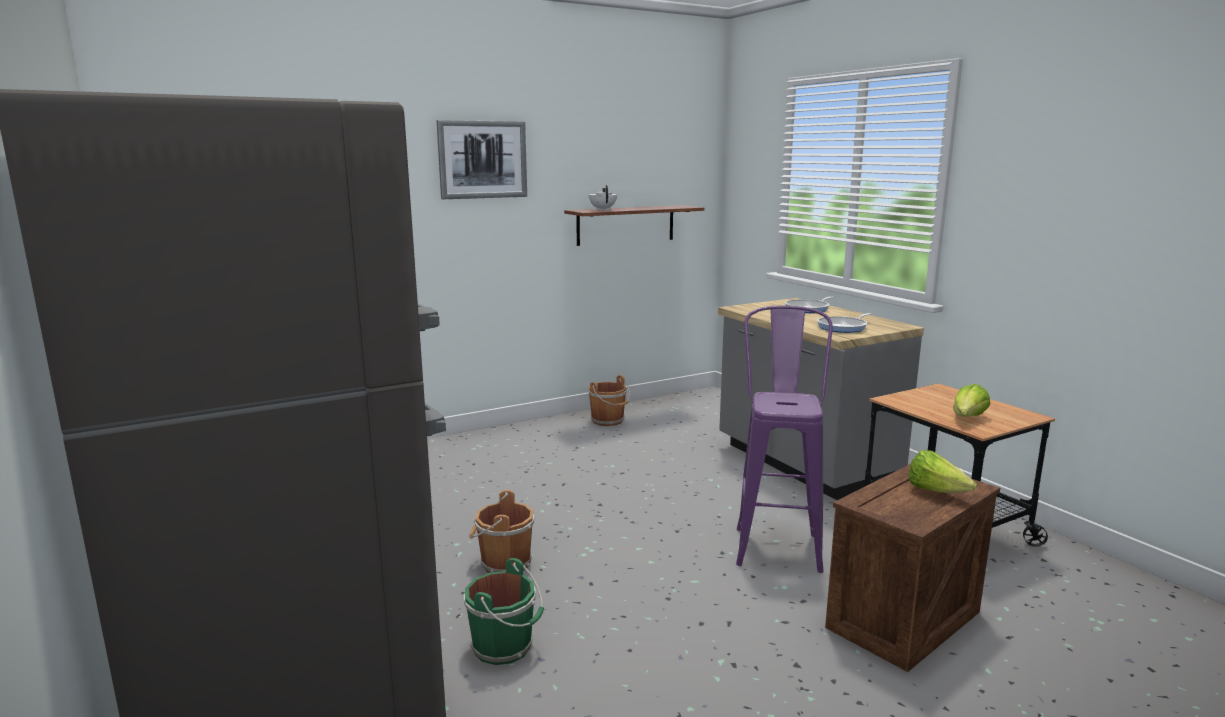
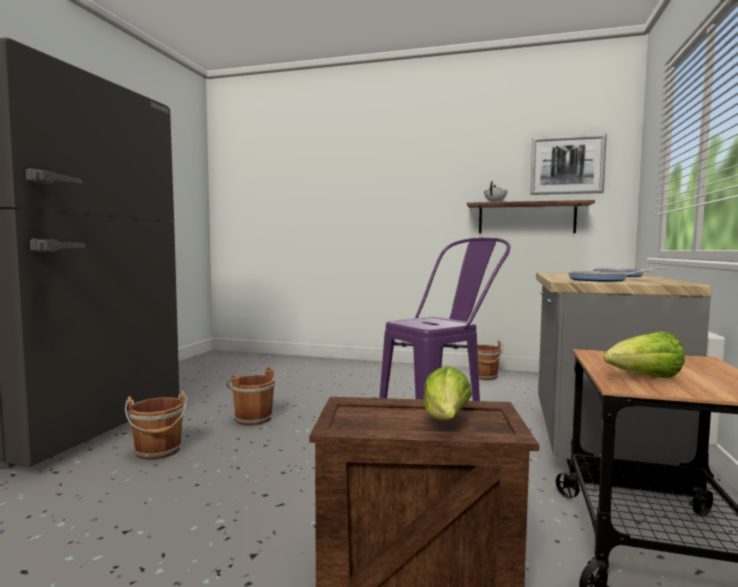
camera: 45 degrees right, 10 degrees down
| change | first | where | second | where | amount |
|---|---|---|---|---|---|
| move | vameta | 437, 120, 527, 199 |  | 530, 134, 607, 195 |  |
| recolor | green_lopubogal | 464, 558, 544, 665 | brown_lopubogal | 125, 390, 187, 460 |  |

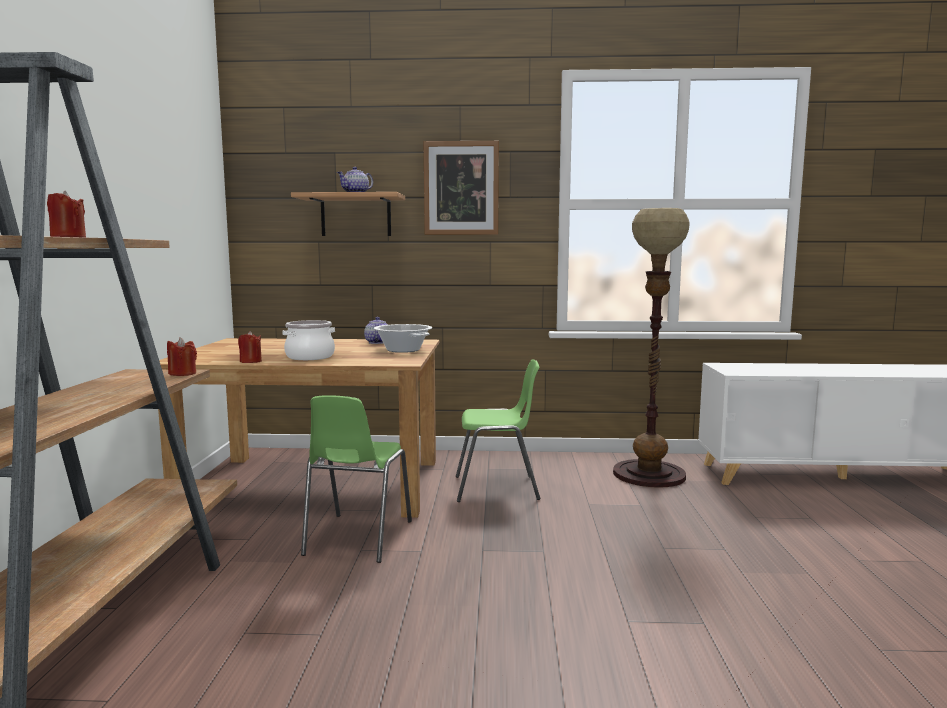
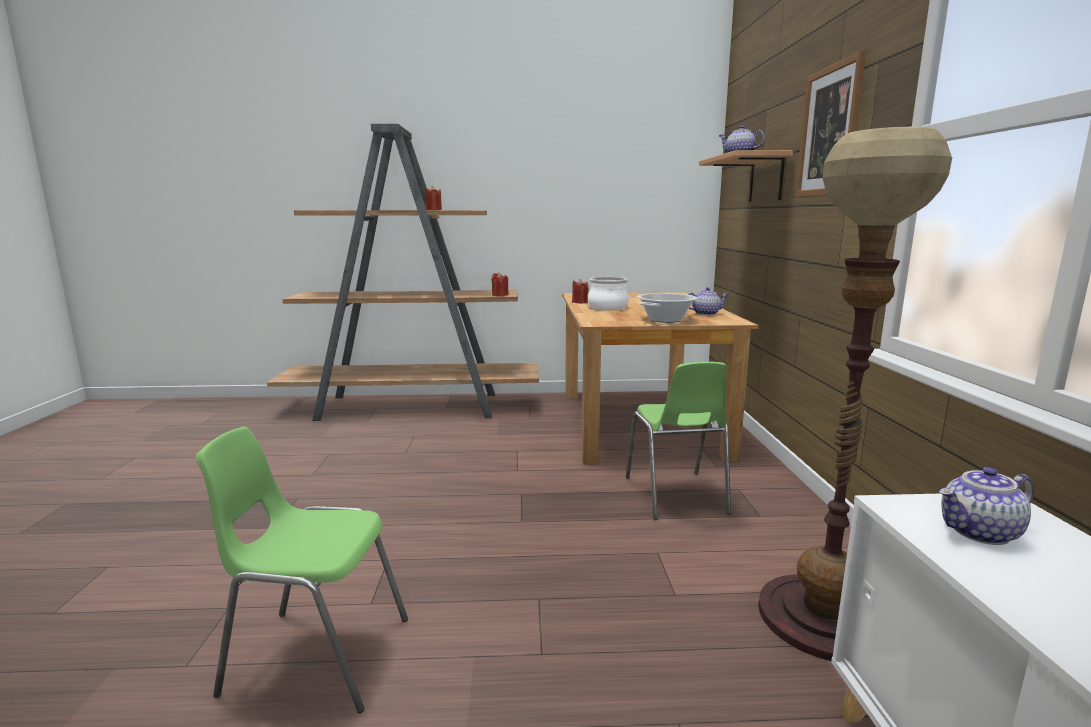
camera: 85 degrees right, 5 degrees up
| change | first | where | second | where | amount |
|---|---|---|---|---|---|
| insert |  |  | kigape | 939, 467, 1034, 545 |  |
| move | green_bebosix | 301, 395, 412, 563 |  | 196, 427, 408, 713 |  |

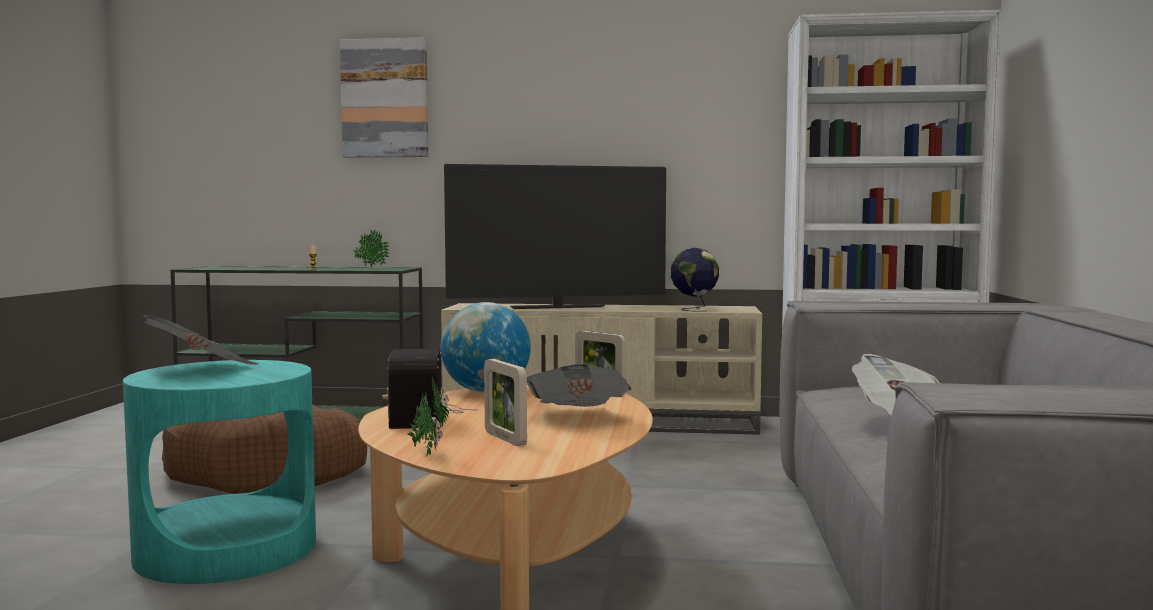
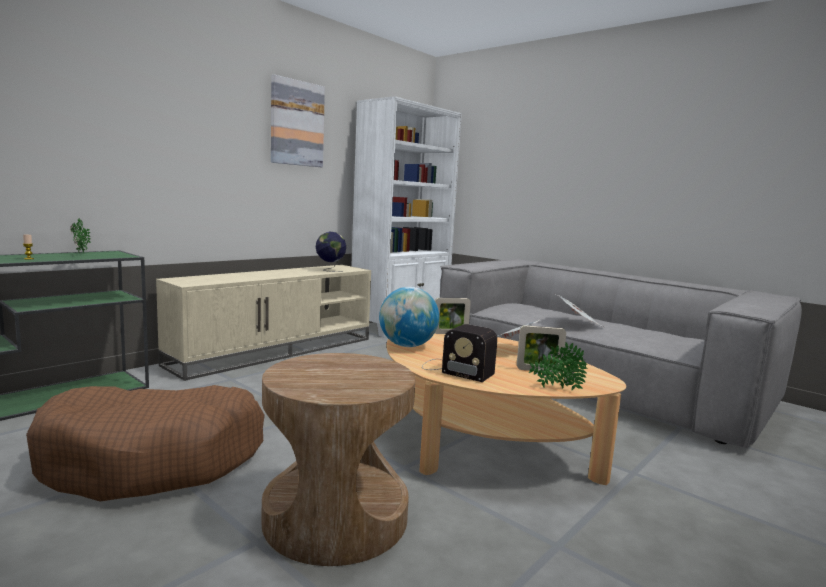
camera: 55 degrees left, 5 degrees up
| change | first | where | second | where | amount |
|---|---|---|---|---|---|
| delete | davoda | 143, 315, 259, 365 |  |  |  |
| delete | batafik | 444, 164, 666, 309 |  |  |  |
| move | vameta | 340, 37, 428, 158 |  | 271, 75, 325, 167 |  |
| recolor | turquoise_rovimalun | 123, 360, 316, 584 | brown_rovimalun | 262, 353, 415, 566 |  |

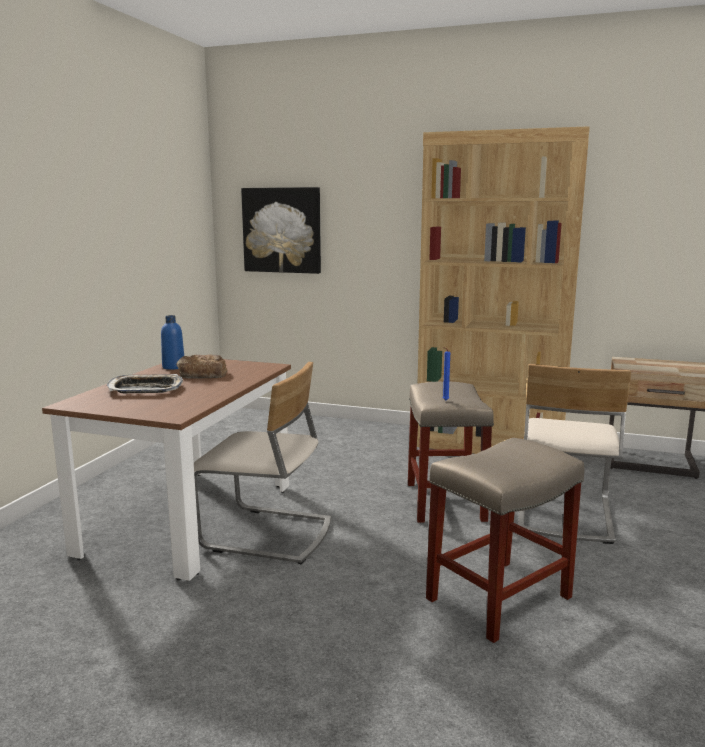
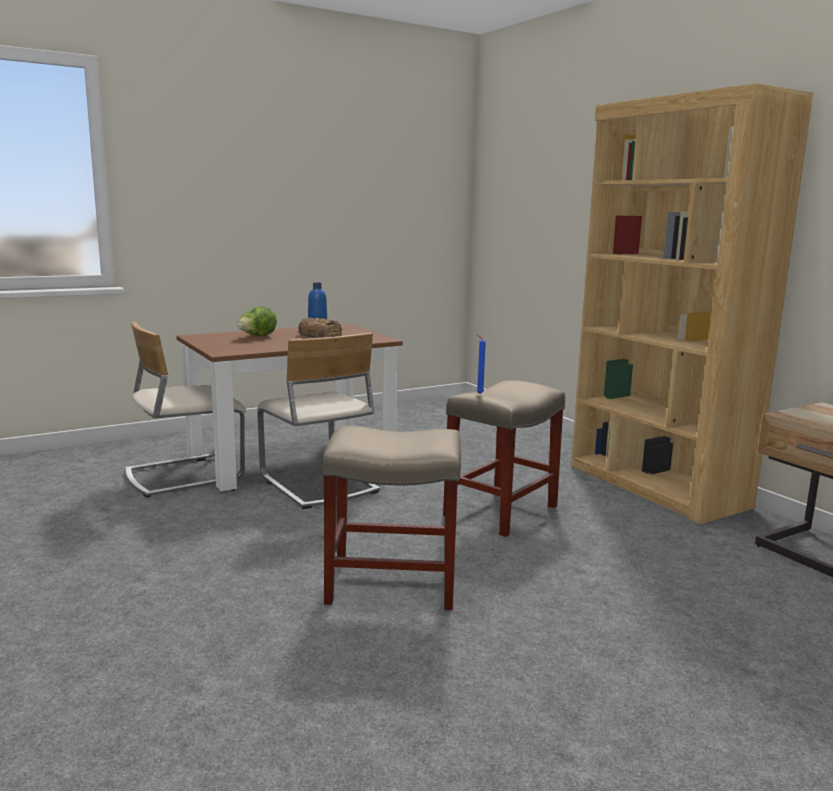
camera: 40 degrees right, 0 degrees up
| change | first | where | second | where | amount |
|---|---|---|---|---|---|
| delete | vameta | 241, 187, 321, 274 |  |  |  |
| move | beige_bebosix | 518, 364, 631, 544 |  | 126, 322, 246, 498 |  |
| replace | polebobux | 106, 374, 183, 393 | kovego | 237, 306, 277, 337 |  |

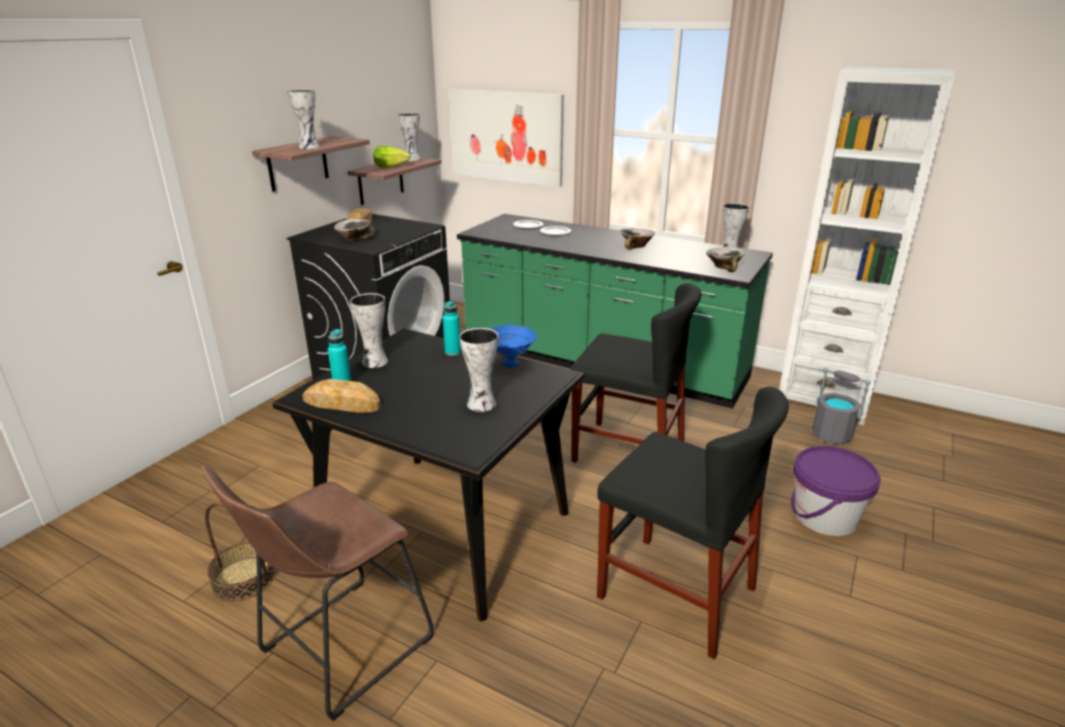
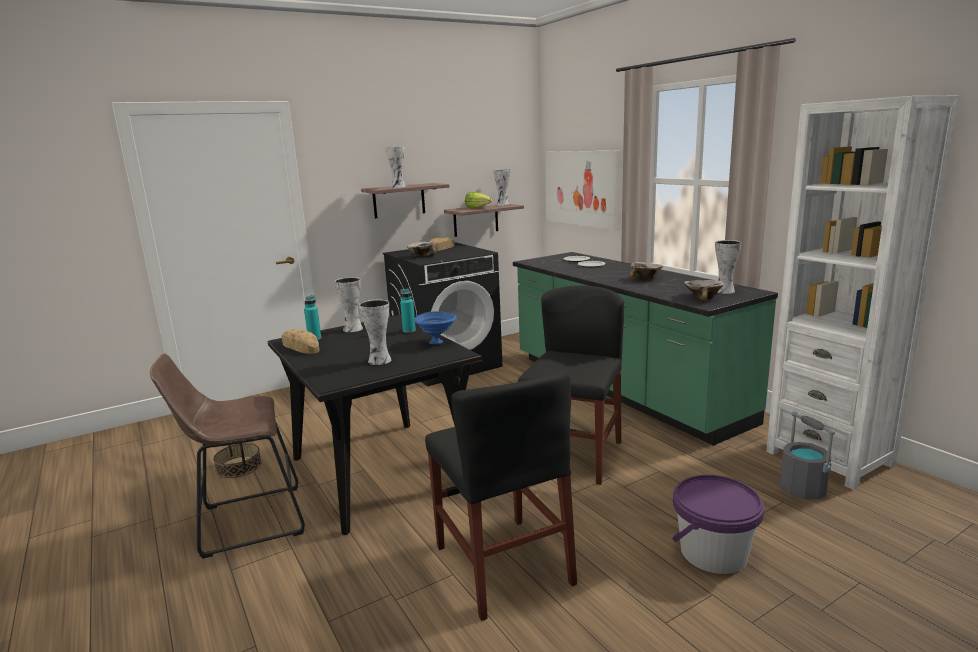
camera: 30 degrees right, 10 degrees down
| change | first | where | second | where | amount |
|---|---|---|---|---|---|
| rotate | black_bebosix | 570, 283, 701, 463 |  | 518, 285, 624, 485 | 120 degrees counterclockwise |

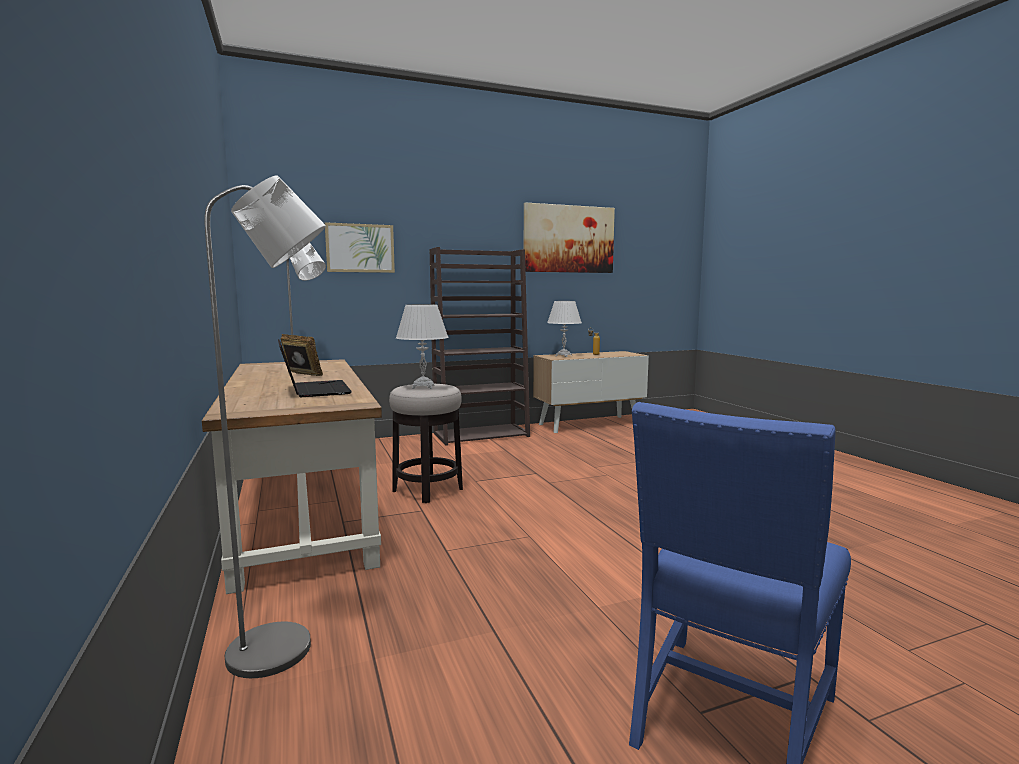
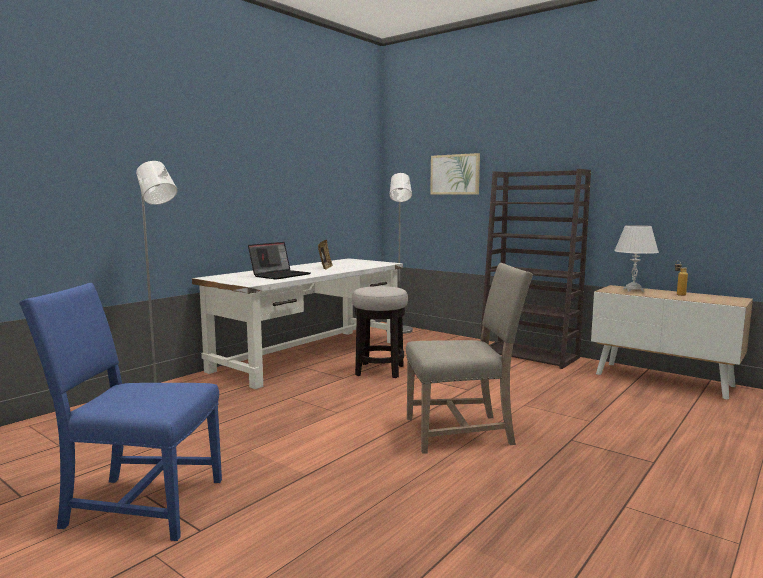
camera: 60 degrees right, 0 degrees up
| change | first | where | second | where | amount |
|---|---|---|---|---|---|
| delete | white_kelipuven | 396, 304, 449, 389 |  |  |  |
| delete | vameta | 524, 202, 615, 273 |  |  |  |
| insert |  |  | beige_bebosix | 406, 263, 533, 454 |  |
| recolor | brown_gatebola | 202, 359, 382, 594 | white_gatebola | 192, 258, 403, 389 |  |

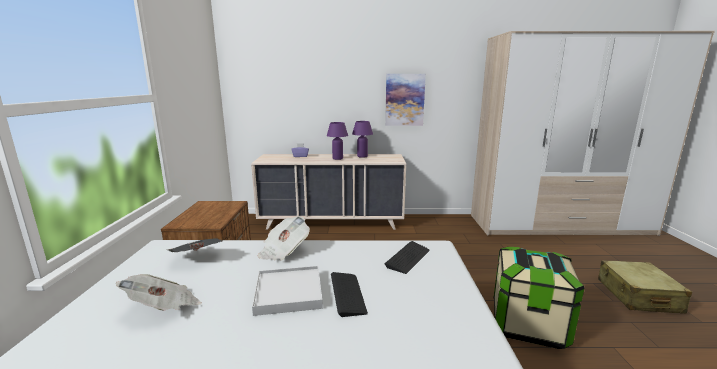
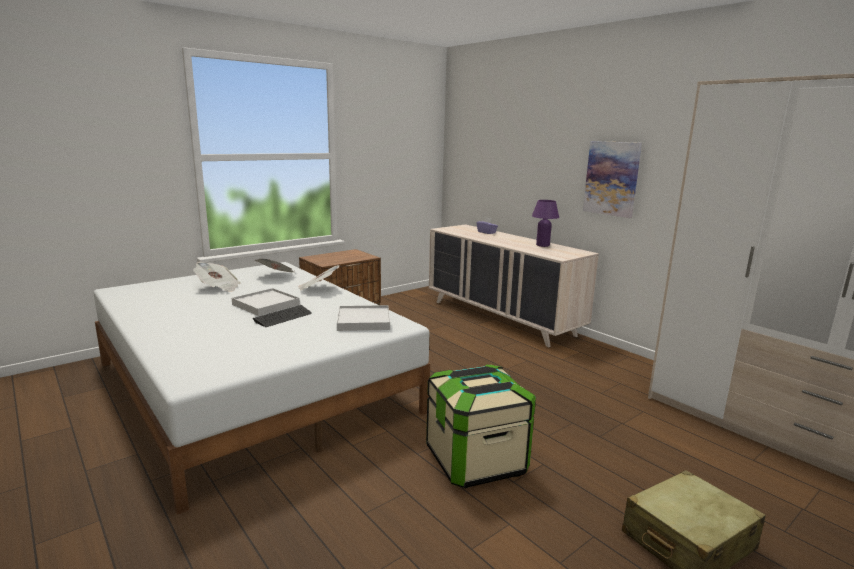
camera: 50 degrees right, 0 degrees up
| change | first | where | second | where | amount |
|---|---|---|---|---|---|
| delete | purple_kelipuven | 327, 122, 348, 160 |  |  |  |
| replace | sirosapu | 385, 241, 430, 274 | white_polebobux | 337, 305, 390, 331 |  |

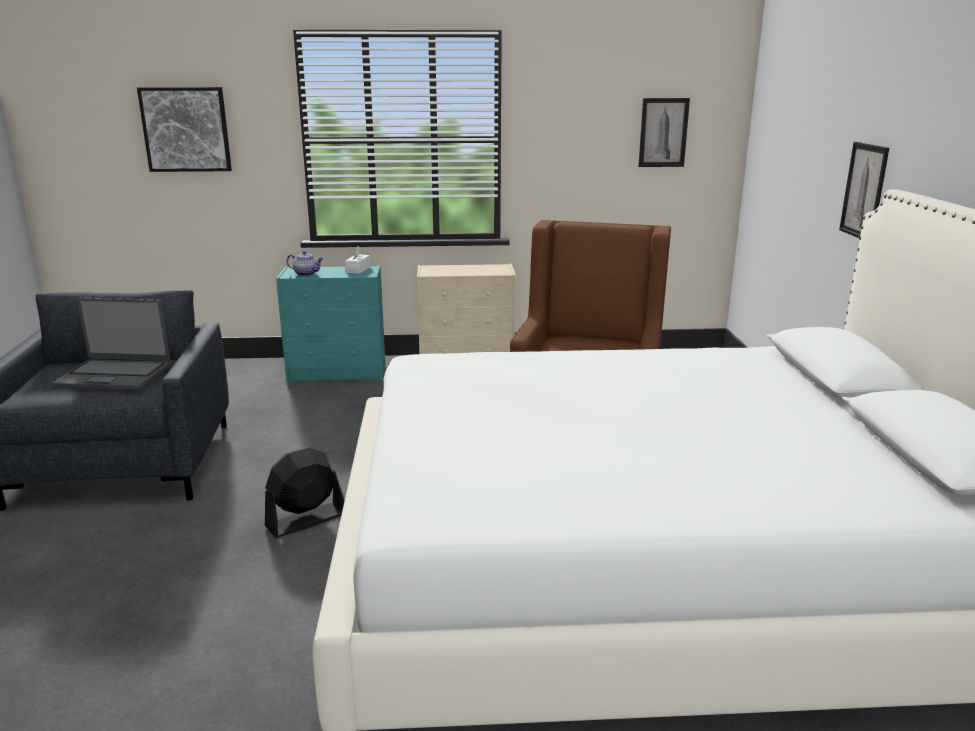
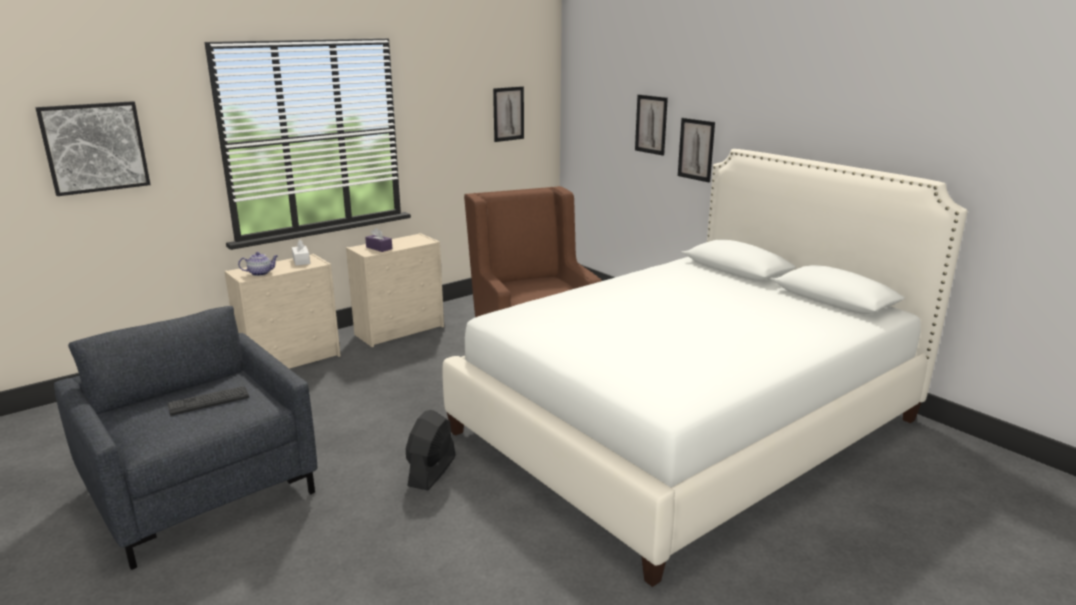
camera: 35 degrees left, 0 degrees up
| change | first | where | second | where | amount |
|---|---|---|---|---|---|
| insert |  |  | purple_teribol | 365, 228, 392, 252 |  |
| insert |  |  | vameta | 635, 94, 668, 156 |  |
| replace | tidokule | 52, 298, 170, 390 | sirosapu | 168, 386, 249, 416 |  |
| recolor | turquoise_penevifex | 276, 265, 385, 383 | beige_penevifex | 224, 254, 341, 369 |  |

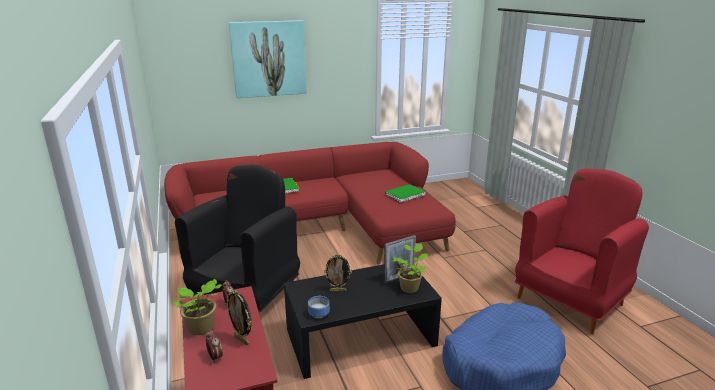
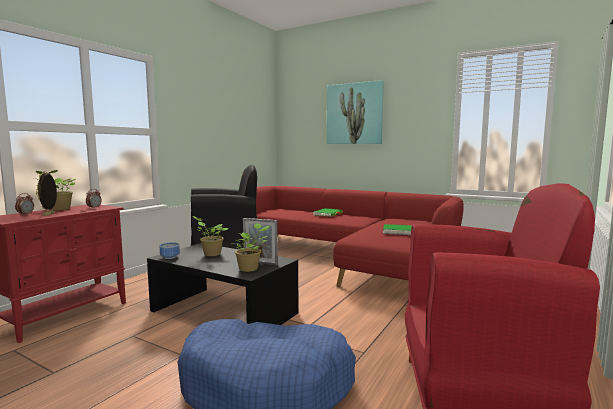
camera: 50 degrees right, 15 degrees down
| change | first | where | second | where | amount |
|---|---|---|---|---|---|
| replace | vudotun | 324, 254, 352, 291 | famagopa | 193, 216, 228, 256 |  |

